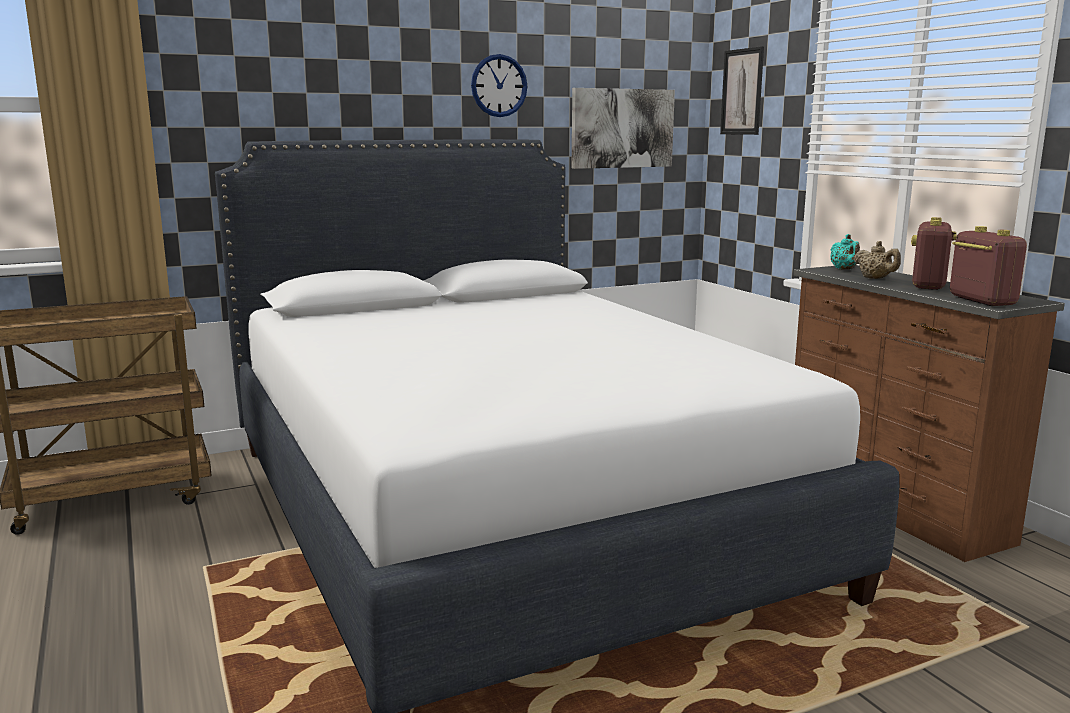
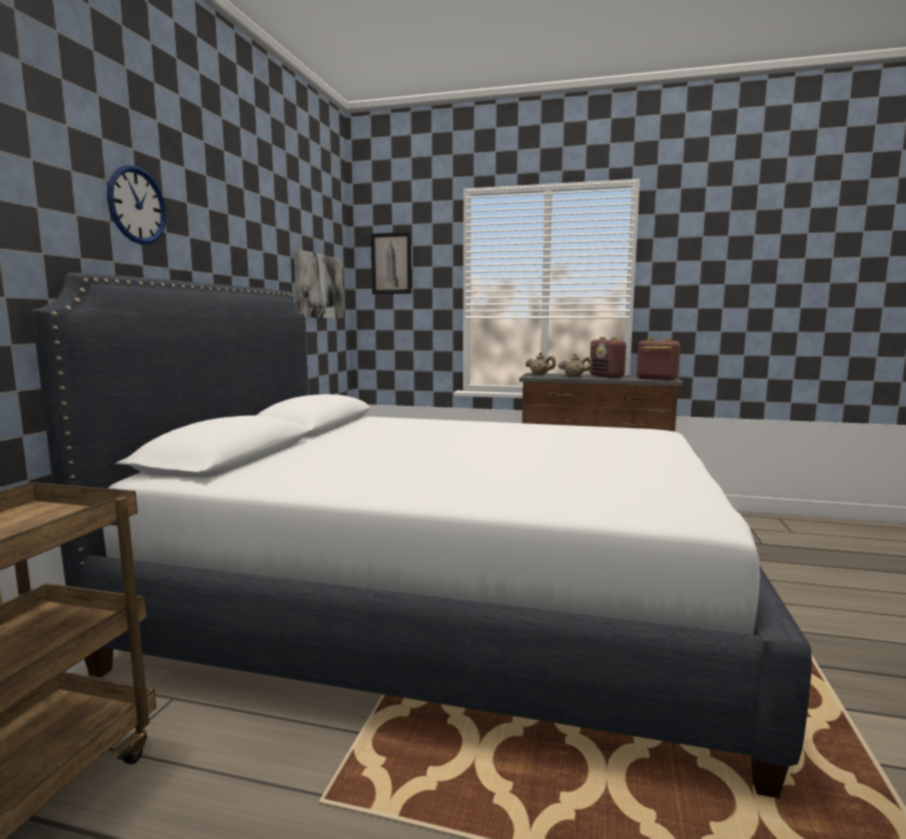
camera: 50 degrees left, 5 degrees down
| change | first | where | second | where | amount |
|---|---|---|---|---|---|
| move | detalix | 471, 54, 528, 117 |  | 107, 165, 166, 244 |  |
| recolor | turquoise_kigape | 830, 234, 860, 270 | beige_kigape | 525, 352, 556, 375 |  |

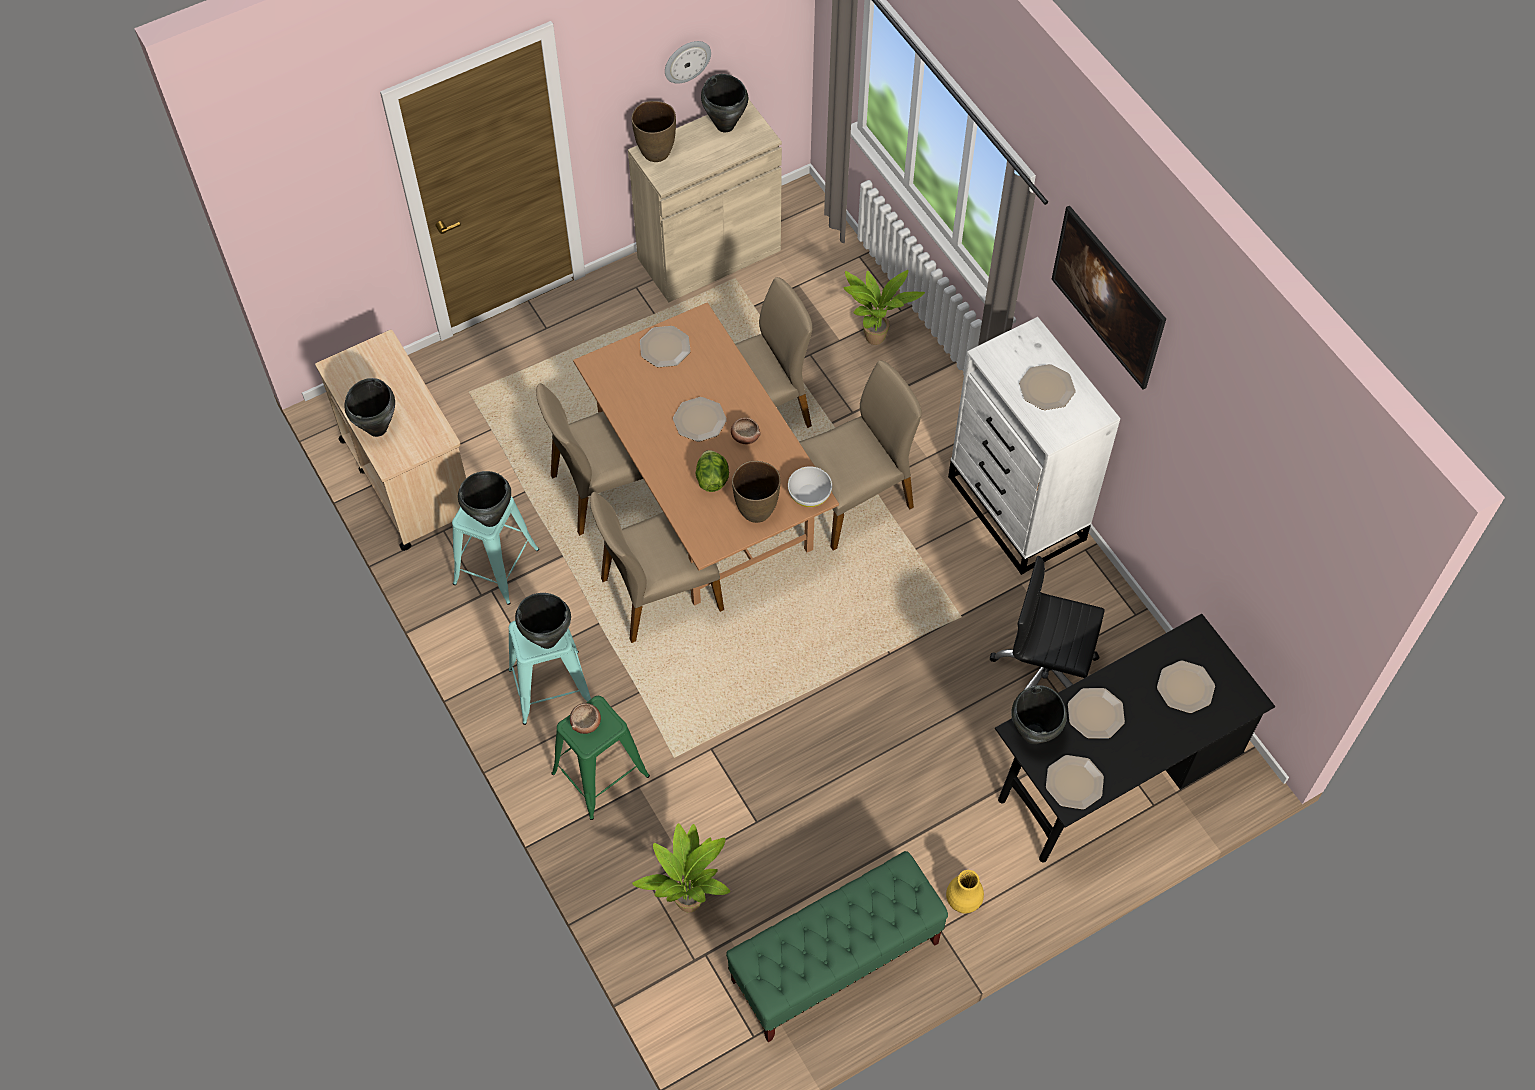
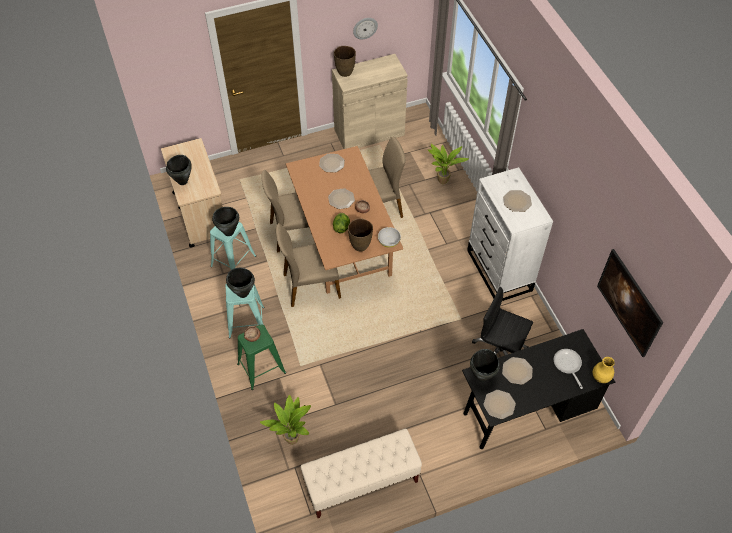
camera: 10 degrees right, 5 degrees down
| change | first | where | second | where | amount |
|---|---|---|---|---|---|
| delete | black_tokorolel | 701, 74, 748, 132 |  |  |  |
| delete | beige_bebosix | 799, 360, 922, 550 |  |  |  |
| move | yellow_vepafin | 946, 870, 984, 913 |  | 593, 357, 615, 383 |  |
| move | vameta | 1051, 205, 1166, 389 |  | 597, 249, 663, 357 |  |
| replace | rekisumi | 1157, 661, 1215, 713 | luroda | 554, 349, 583, 389 |  |
| recolor | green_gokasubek | 726, 851, 948, 1042 | beige_gokasubek | 301, 428, 422, 518 |  |

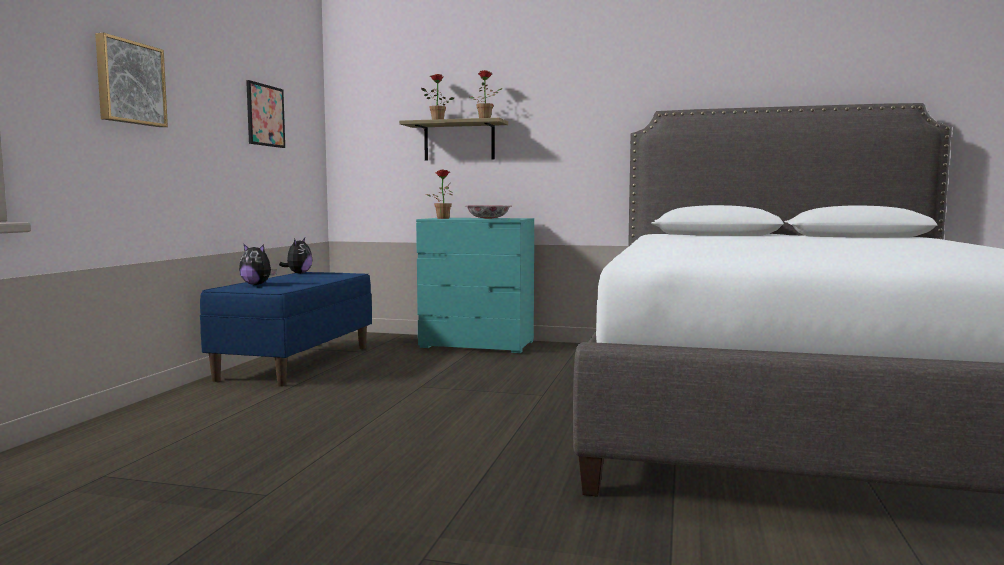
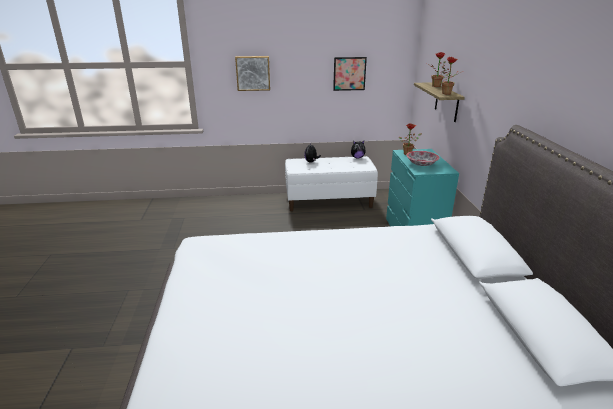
camera: 70 degrees right, 20 degrees up
| change | first | where | second | where | amount |
|---|---|---|---|---|---|
| recolor | blue_gokasubek | 200, 272, 372, 387 | white_gokasubek | 285, 156, 378, 211 |  |

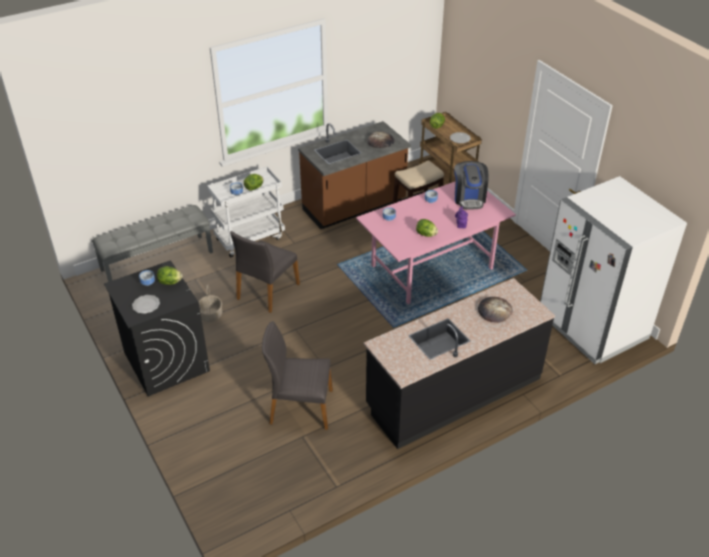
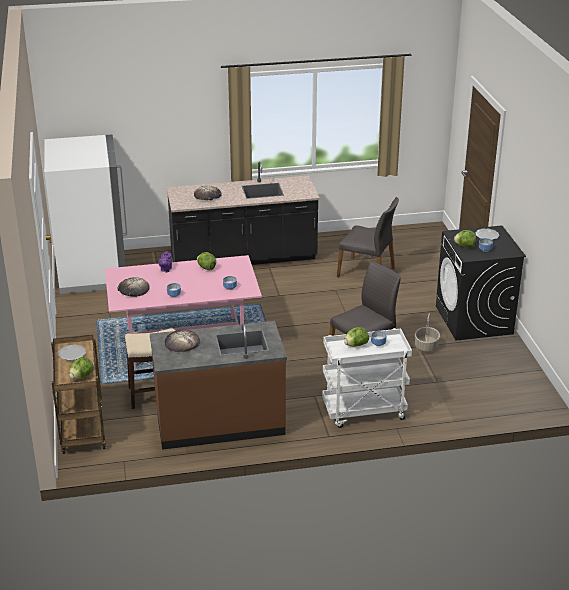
camera: 160 degrees left, 10 degrees down
| change | first | where | second | where | amount |
|---|---|---|---|---|---|
| delete | grey_gokasubek | 92, 205, 213, 282 |  |  |  |
| replace | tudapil | 454, 161, 488, 210 | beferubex | 117, 277, 150, 297 |  |

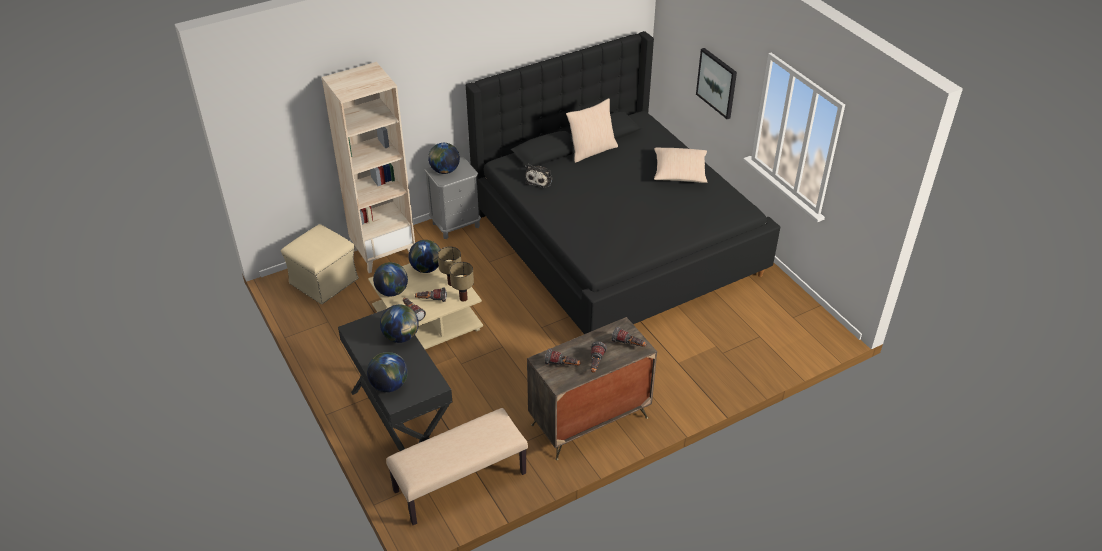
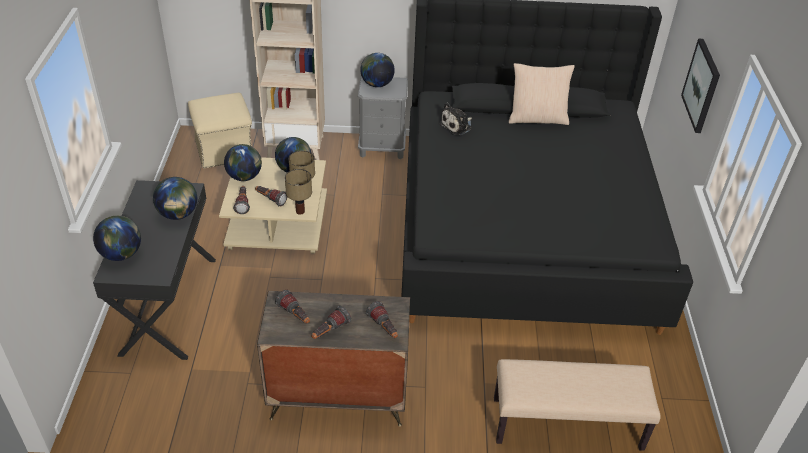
camera: 30 degrees right, 0 degrees up
| change | first | where | second | where | amount |
|---|---|---|---|---|---|
| delete | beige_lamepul | 654, 147, 707, 183 |  |  |  |
| move | beige_gokasubek | 386, 408, 528, 525 |  | 494, 359, 661, 451 |  |

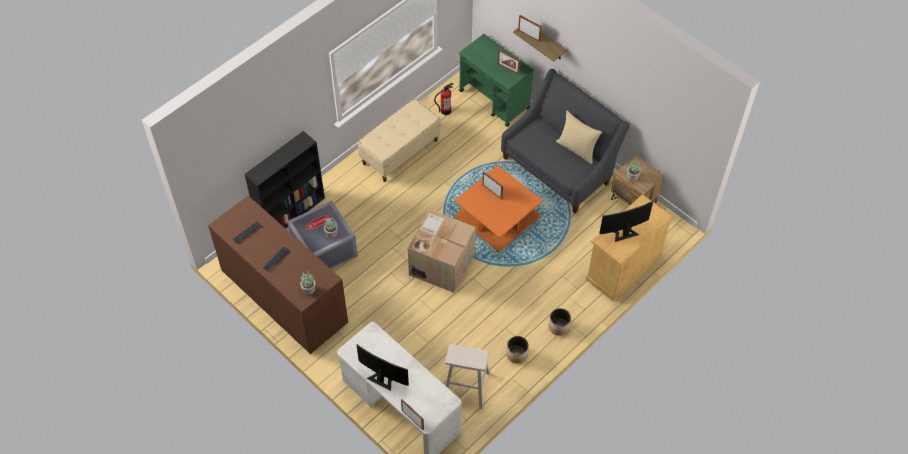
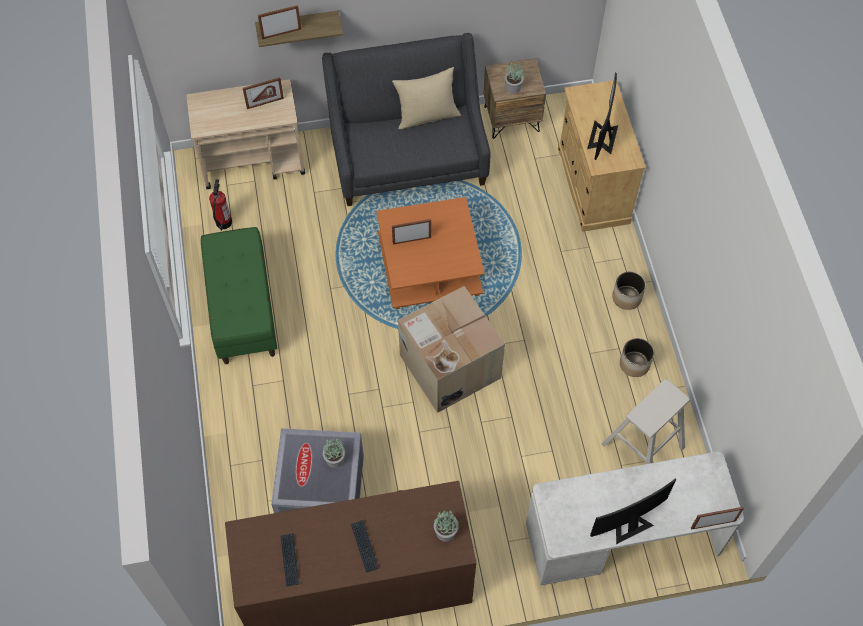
camera: 55 degrees left, 5 degrees up
| change | first | where | second | where | amount |
|---|---|---|---|---|---|
| delete | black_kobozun | 245, 131, 325, 229 |  |  |  |
| recolor | beige_gokasubek | 358, 99, 441, 182 | green_gokasubek | 201, 227, 277, 364 |  |
| recolor | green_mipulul | 459, 34, 534, 127 | beige_mipulul | 186, 79, 305, 189 |  |

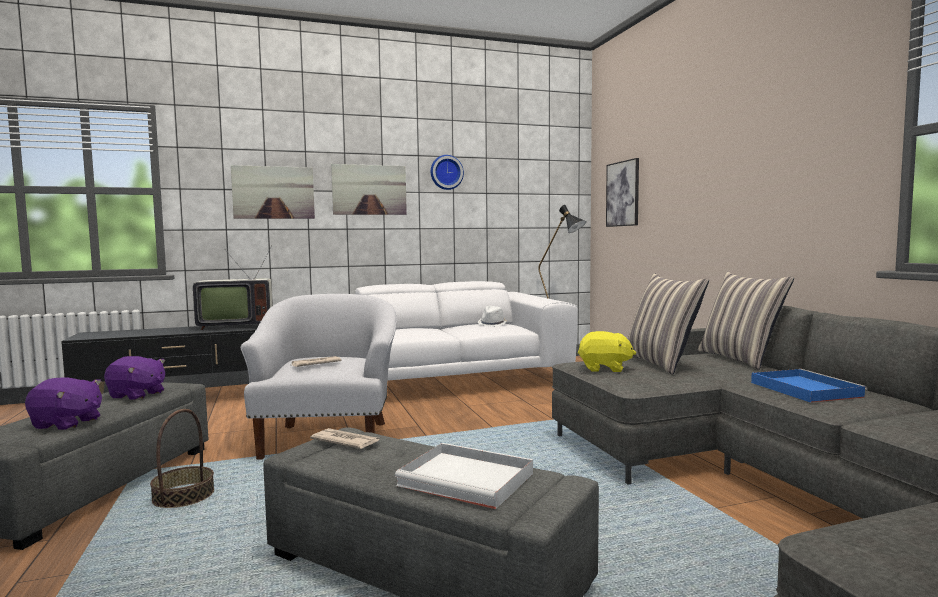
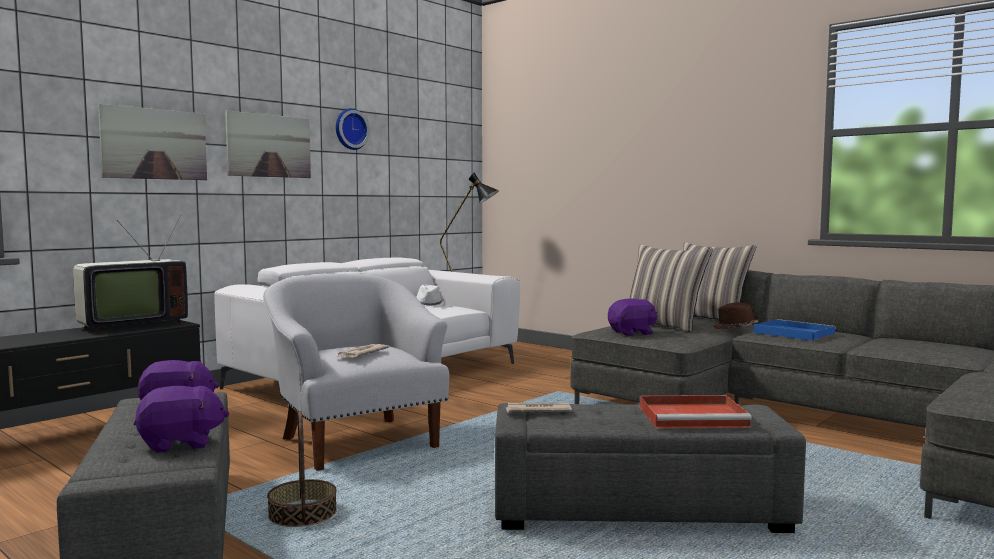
camera: 30 degrees left, 0 degrees up
| change | first | where | second | where | amount |
|---|---|---|---|---|---|
| delete | vameta | 606, 158, 639, 227 |  |  |  |
| insert |  |  | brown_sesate | 714, 302, 759, 329 |  |
| recolor | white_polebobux | 395, 443, 533, 509 | red_polebobux | 640, 395, 752, 429 |  |
| recolor | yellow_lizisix | 578, 331, 636, 372 | purple_lizisix | 608, 298, 658, 336 |  |

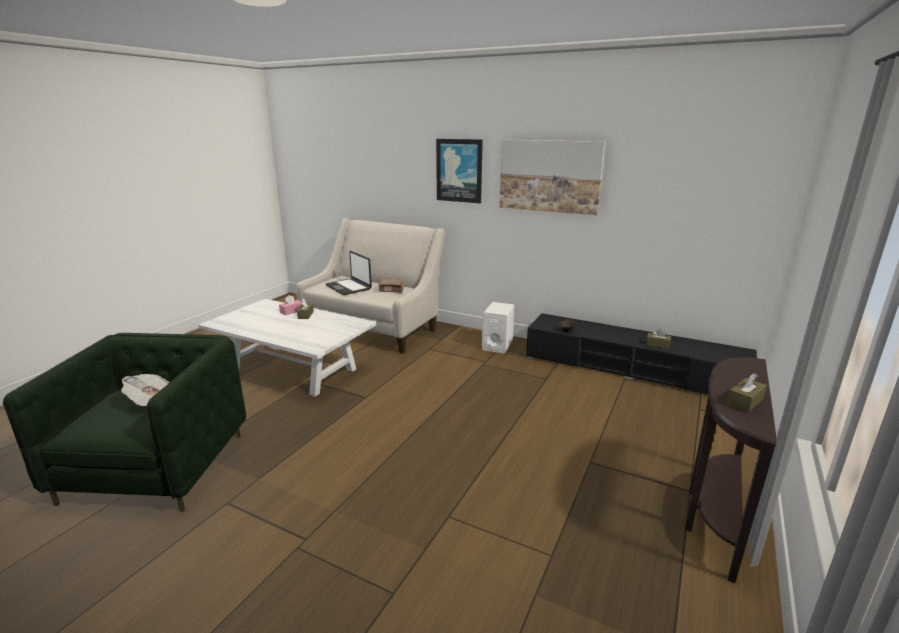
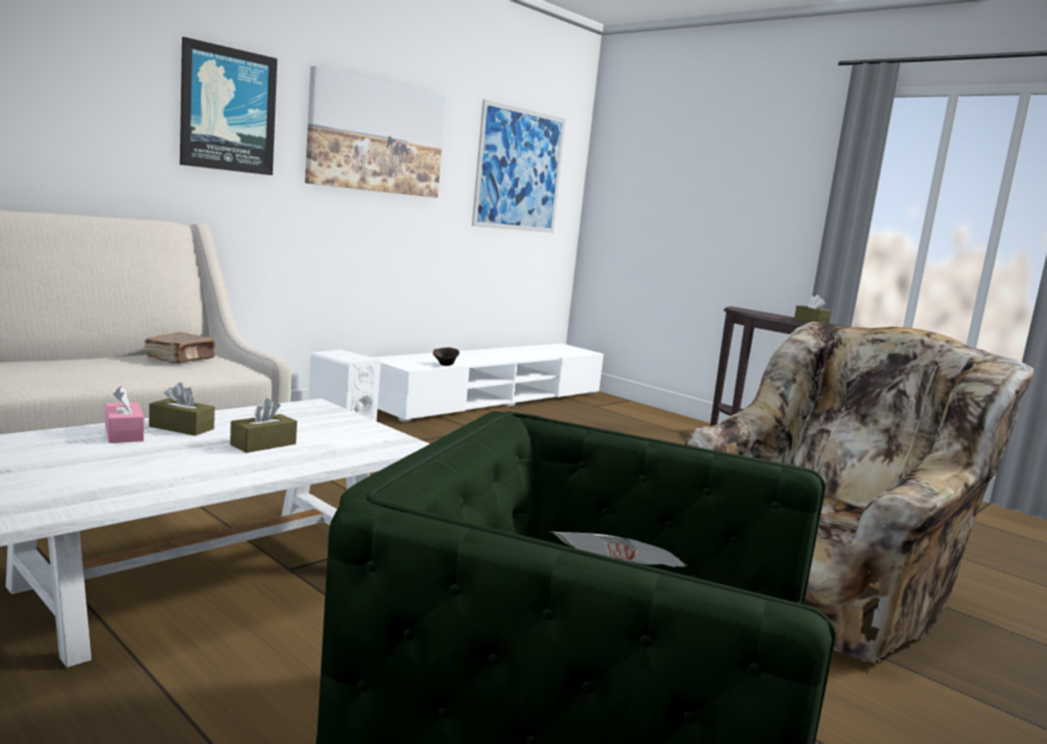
camera: 75 degrees left, 10 degrees down
| change | first | where | second | where | amount |
|---|---|---|---|---|---|
| delete | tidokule | 326, 251, 372, 295 |  |  |  |
| insert |  |  | vameta | 472, 99, 566, 233 |  |
| insert |  |  | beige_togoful | 684, 322, 1034, 664 |  |
| move | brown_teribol | 646, 328, 671, 349 |  | 230, 398, 297, 453 |  |
| recolor | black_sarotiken | 526, 313, 757, 394 | white_sarotiken | 371, 343, 604, 422 |  |

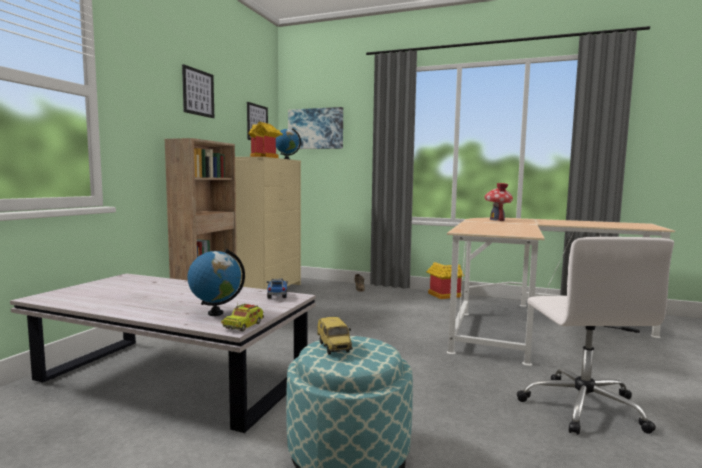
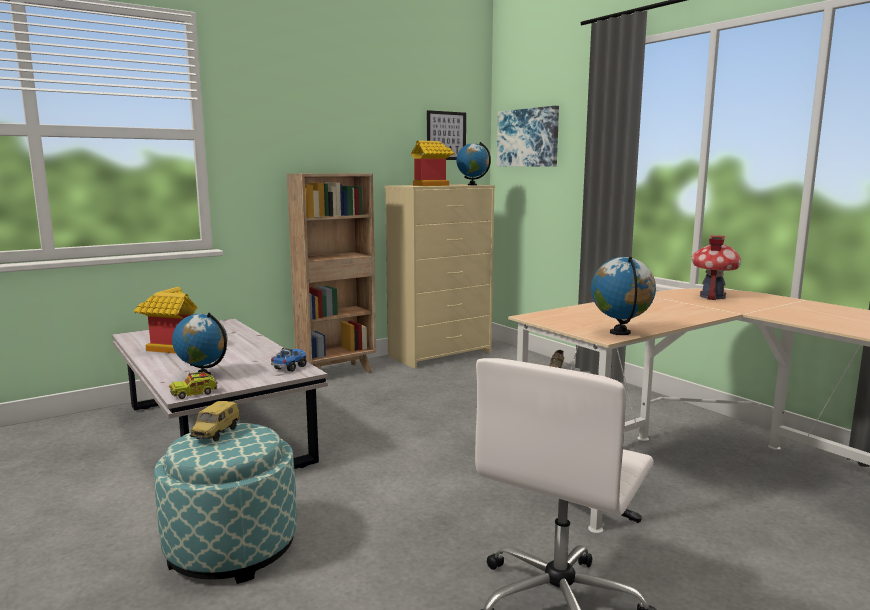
camera: 35 degrees right, 5 degrees up
| change | first | where | second | where | amount |
|---|---|---|---|---|---|
| delete | vameta | 182, 64, 214, 118 |  |  |  |
| insert |  |  | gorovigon | 591, 256, 656, 335 |  |
| move | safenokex | 426, 262, 464, 299 |  | 134, 287, 198, 354 |  |

